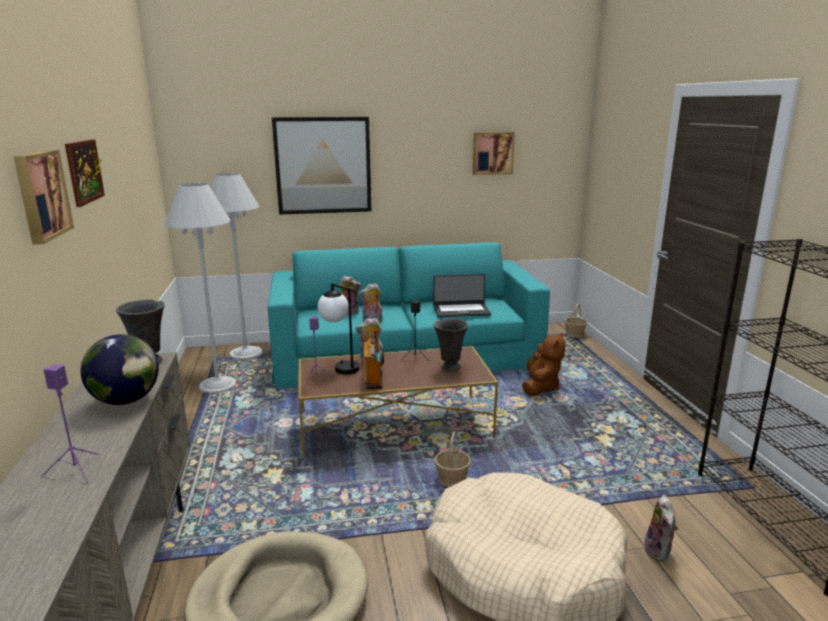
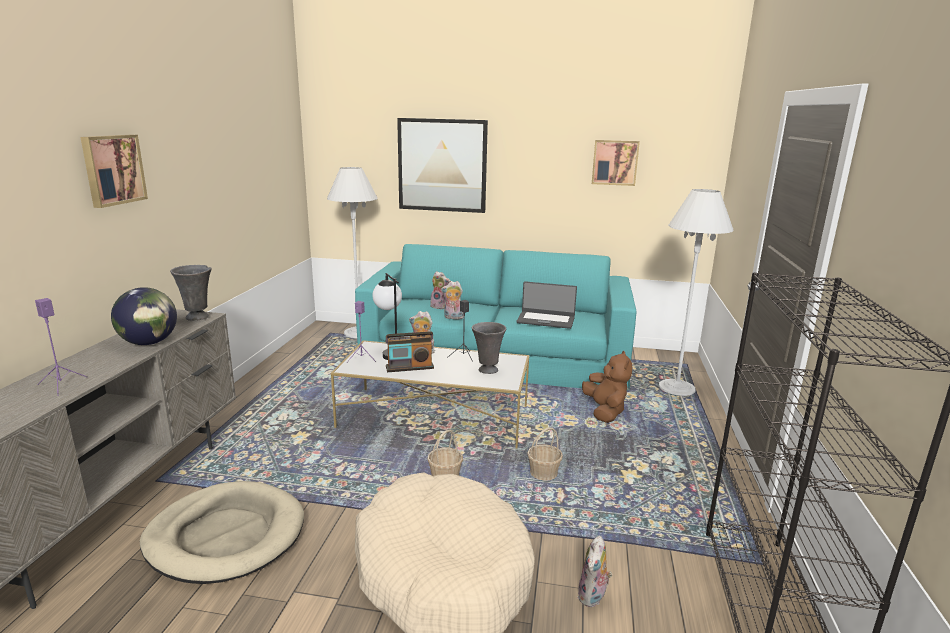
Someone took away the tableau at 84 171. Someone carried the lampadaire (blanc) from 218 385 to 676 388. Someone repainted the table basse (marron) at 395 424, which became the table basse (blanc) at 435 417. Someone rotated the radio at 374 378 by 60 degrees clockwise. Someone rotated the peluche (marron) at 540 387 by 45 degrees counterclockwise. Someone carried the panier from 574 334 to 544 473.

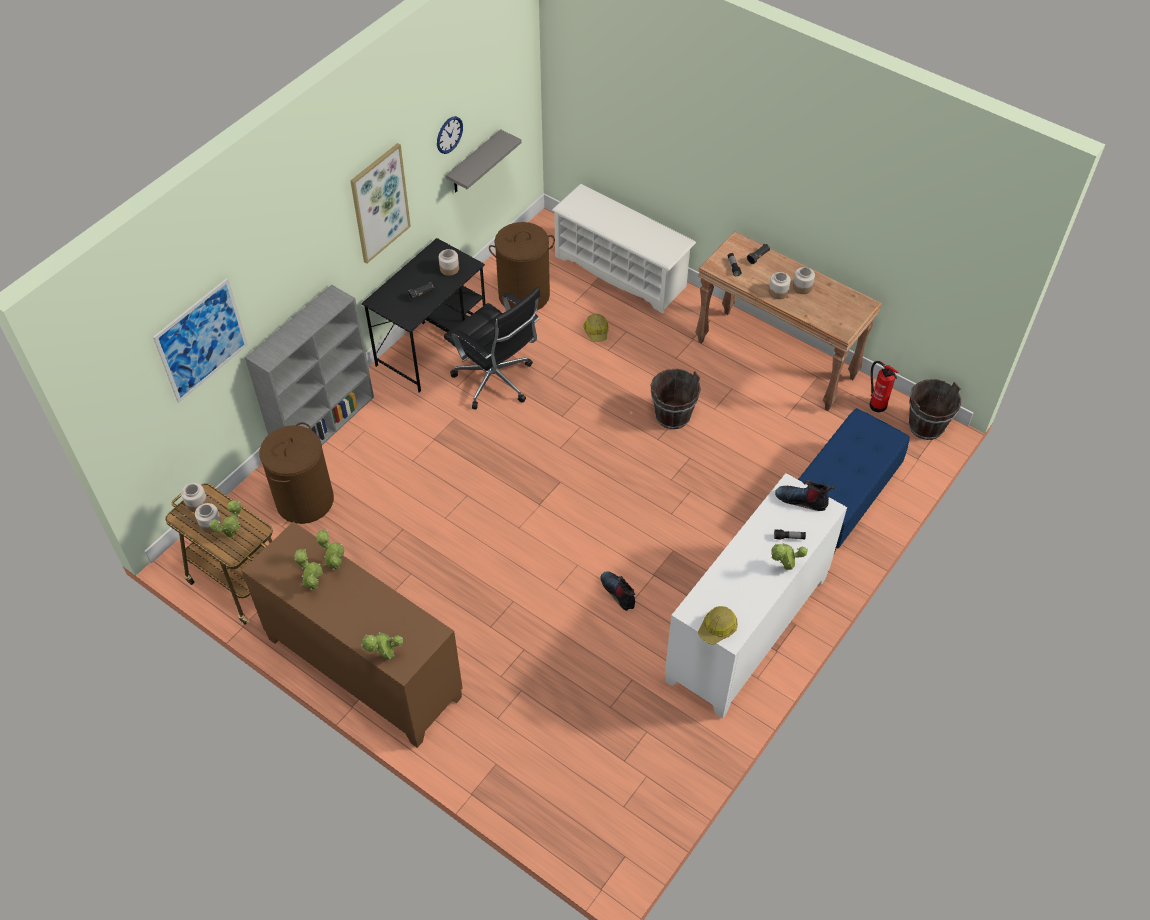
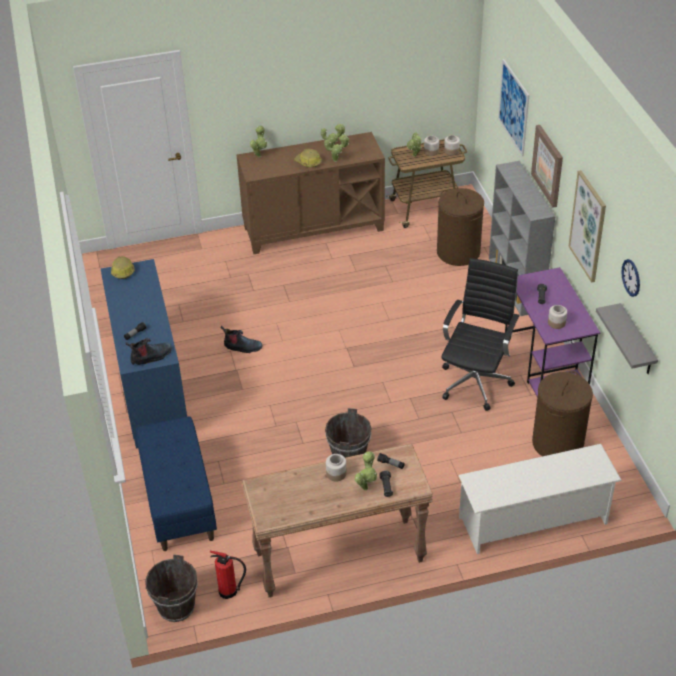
Someone repainted the bureau (noir) at 432 346, which became the bureau (violet) at 545 366. Someone rotated the chaise de bureau (noir) at 496 382 by 120 degrees clockwise. Someone carried the casque de chantier from 596 331 to 308 162. Someone repainted the meuble de rangement (blanc) at 748 630, which became the meuble de rangement (bleu) at 150 388. Someone carried the plante en pot from 784 568 to 365 486. Someone took away the bocal at 802 287. Someone put up the tableau at 548 165.

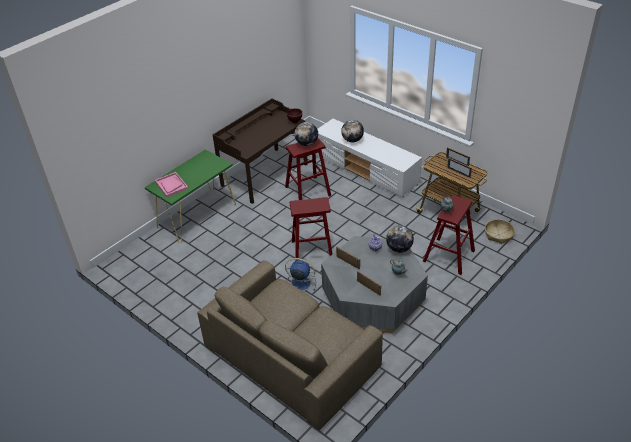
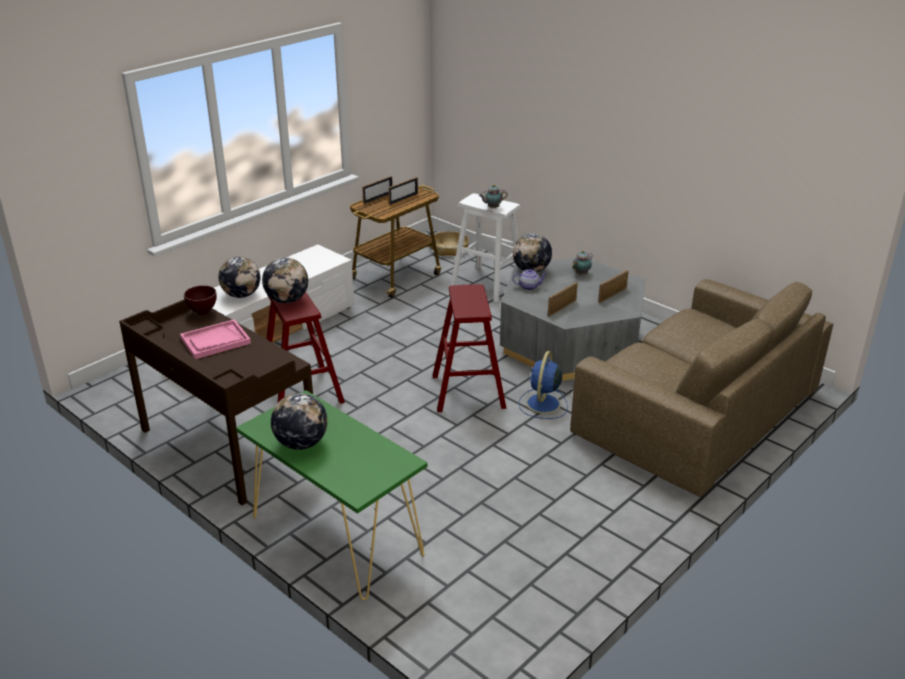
Someone carried the plateau (rose) from 171 185 to 215 341. Someone repainted the tabouret (rouge) at 449 256, which became the tabouret (blanc) at 487 283. Someone put down the globe at 301 443.

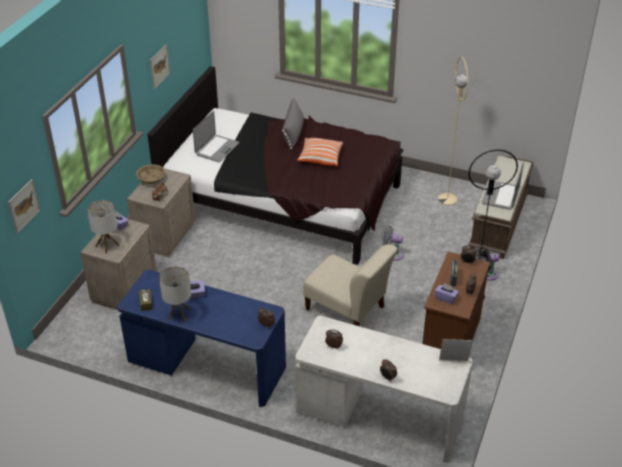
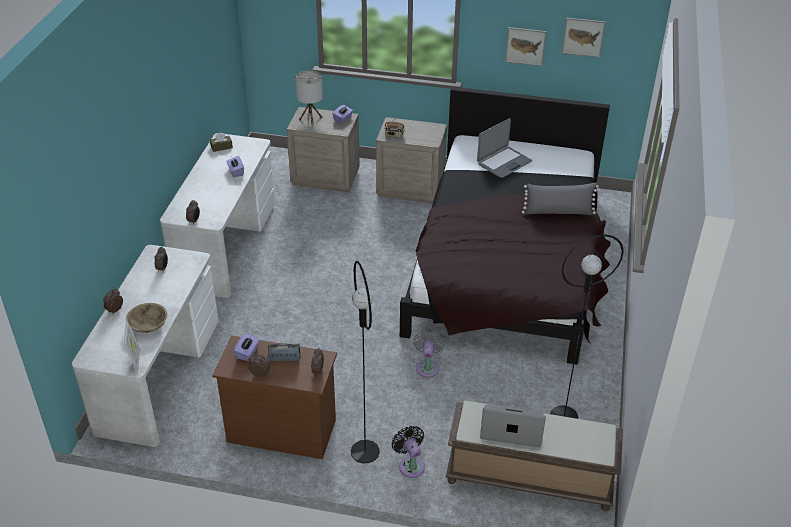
Someone carried the tableau from 23 206 to 583 37. Someone repainted the bureau (bleu) at 206 365, which became the bureau (blanc) at 225 244. Someone carried the bol (beige) from 152 180 to 148 326. Someone took away the lampe de table at 179 314. Someone rotated the ordinateur portable at 217 149 by 60 degrees counterclockwise. Someone took away the coussin at 320 158. Someone took away the chaise (beige) at 347 310. Someone repainted the lampadaire (beige) at 447 199, which became the lampadaire (noir) at 564 416.

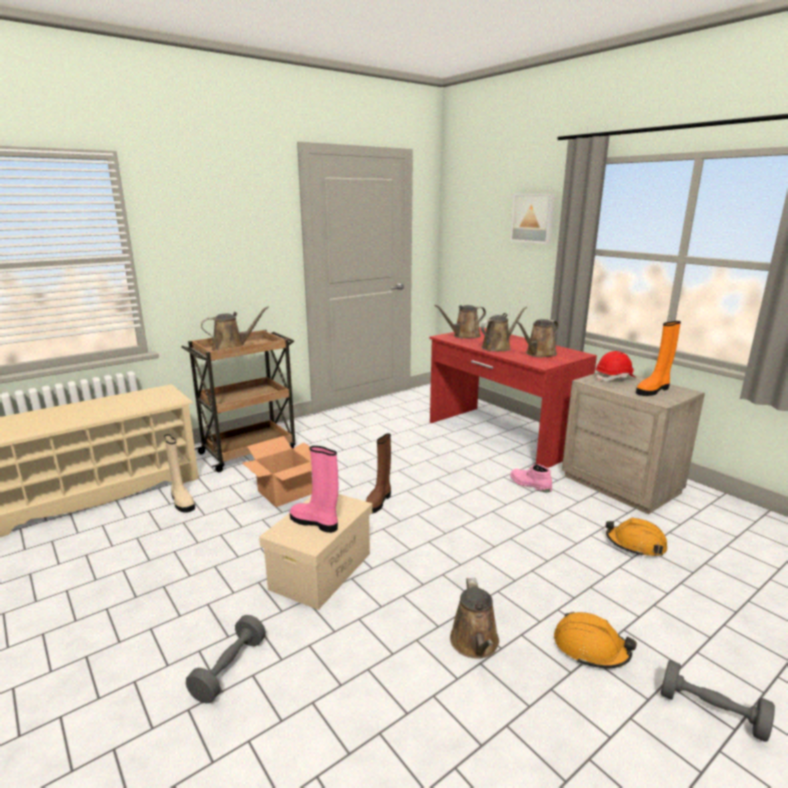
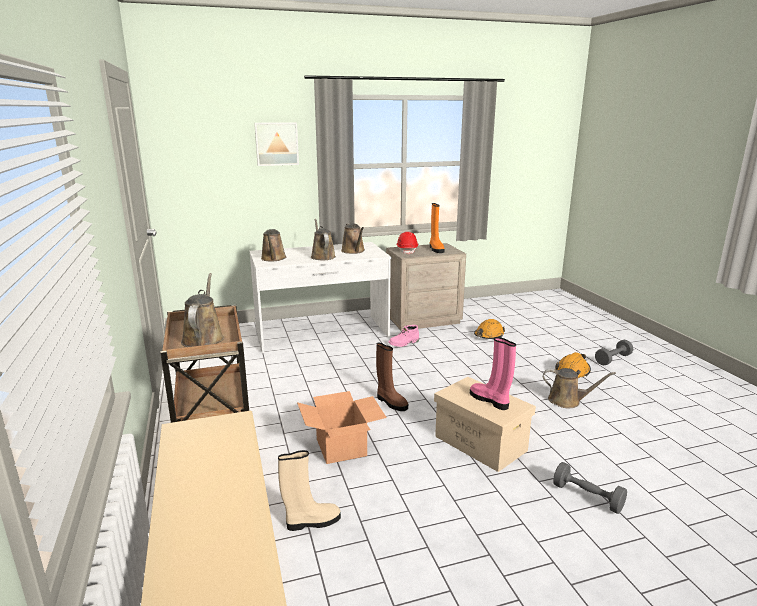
Someone rotated the botte (rose) at 315 523 by 90 degrees clockwise. Someone repainted the bureau (rouge) at 501 436, which became the bureau (blanc) at 322 333.

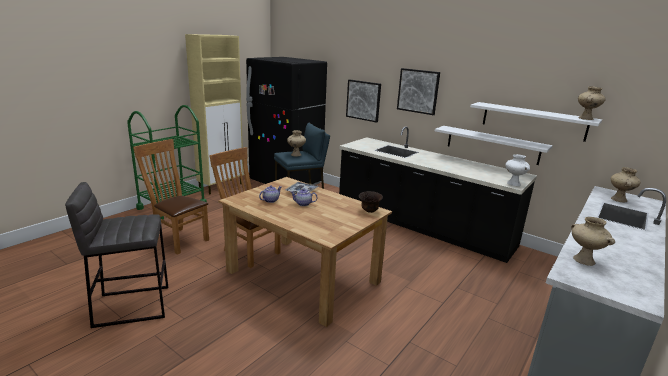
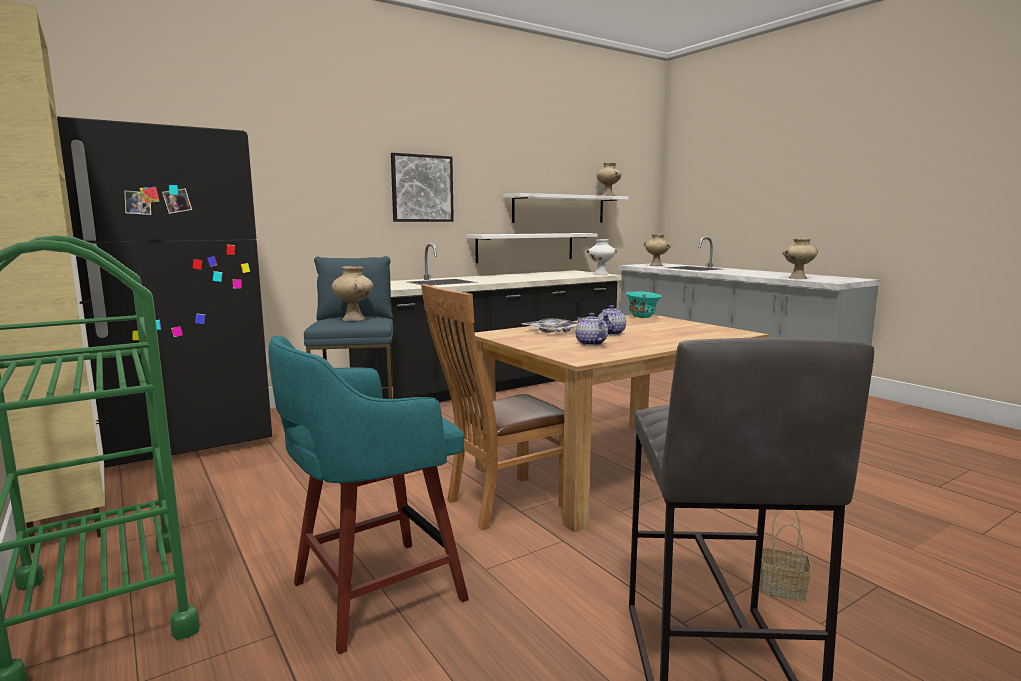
Someone swapped the chaise (marron) at 178 239 for the tabouret (turquoise) at 373 593. Someone took away the tableau at 363 100. Someone repainted the bol (marron) at 369 211, which became the bol (turquoise) at 642 317. Someone put down the panier at 780 589.

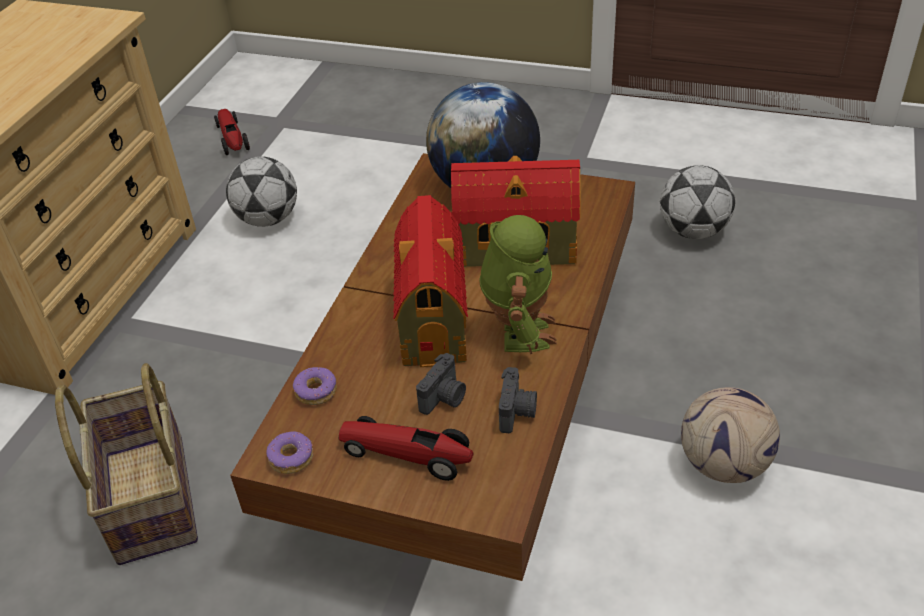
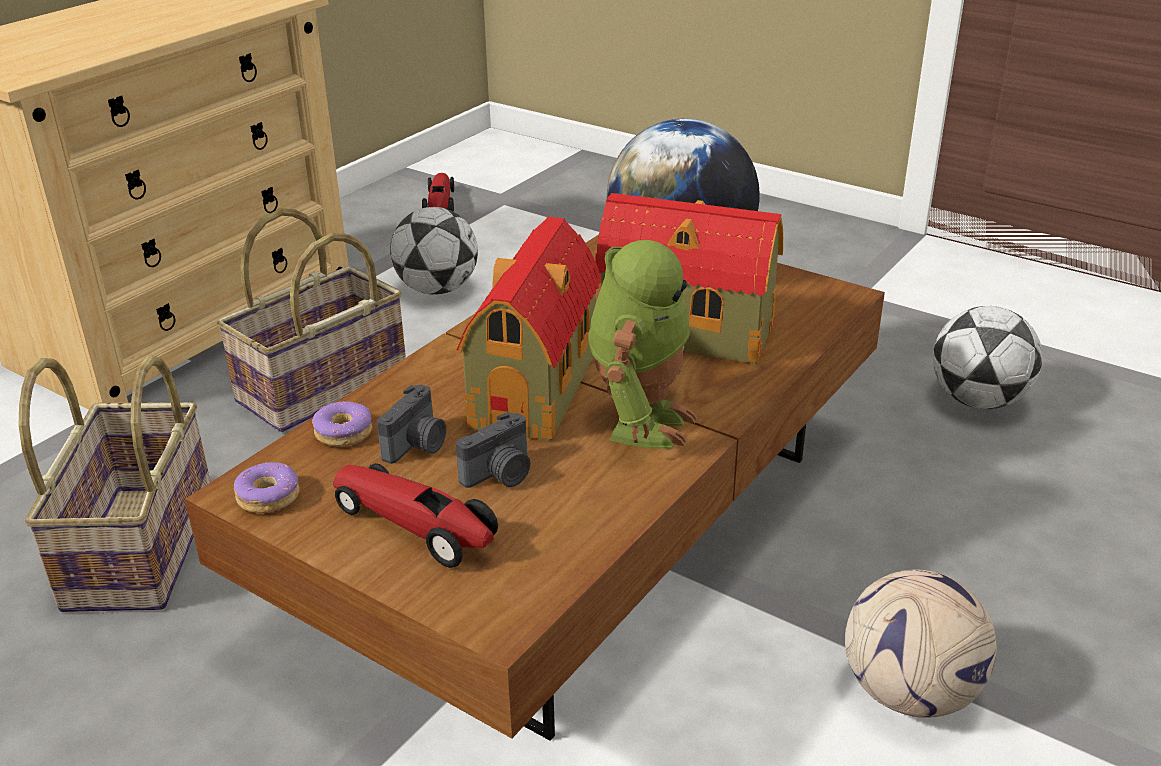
Someone carried the appareil photo from 517 412 to 417 445. Someone put down the panier at 323 388.

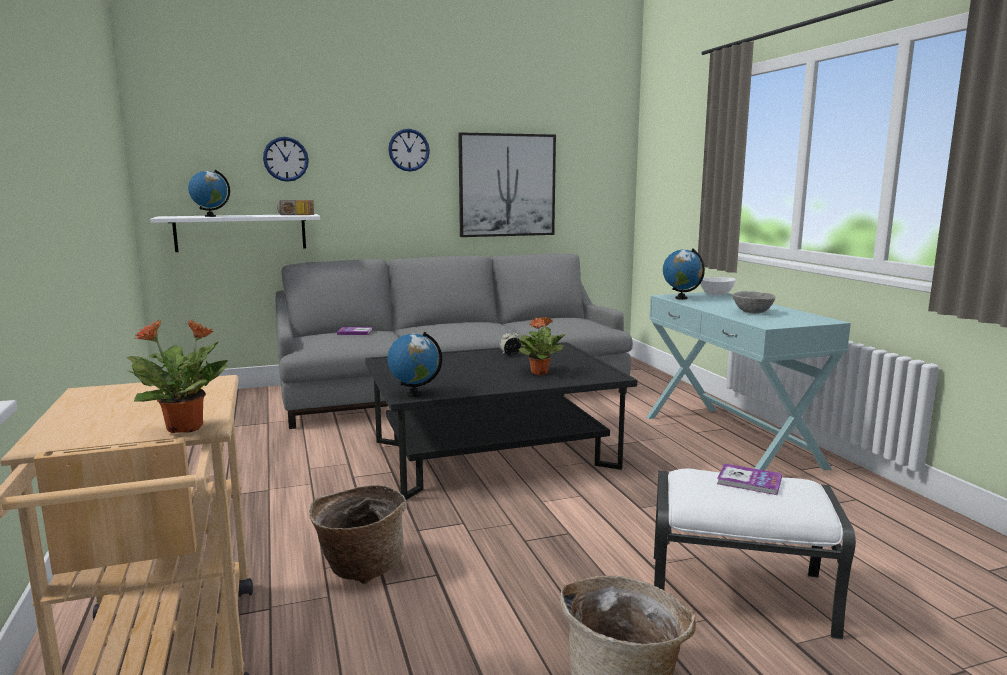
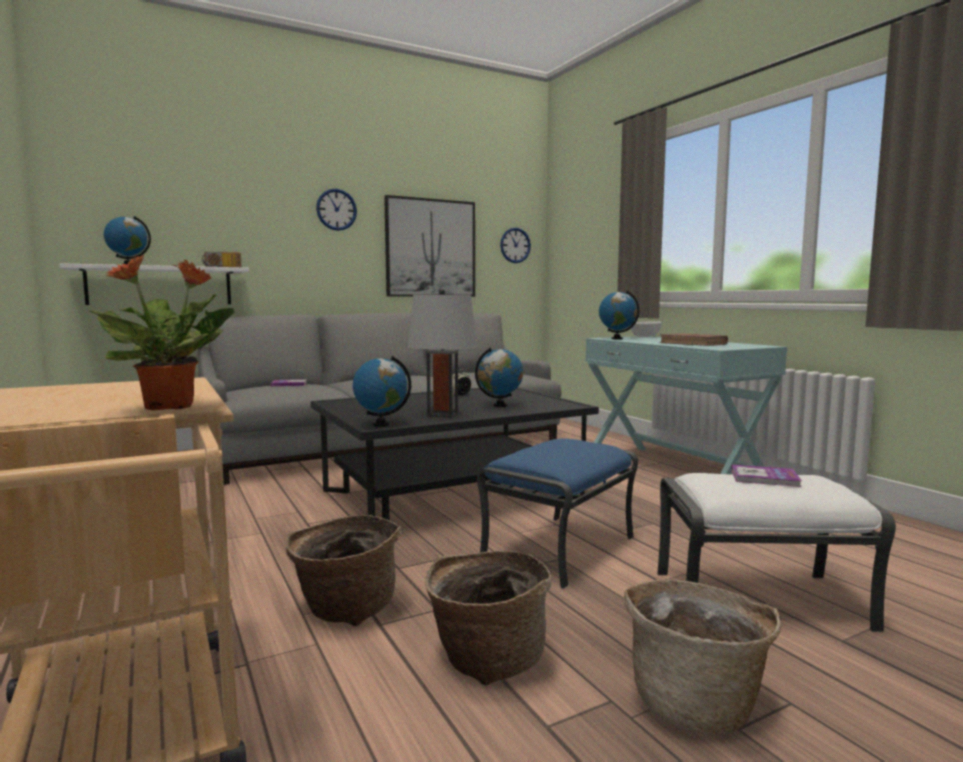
Someone carried the horloge murale from 286 159 to 515 245. Someone swapped the plante en pot at 540 373 for the globe at 500 405. Someone swapped the bol (gris) at 752 312 for the livre (marron) at 693 343. Someone put down the lampe de table (gris) at 443 414. Someone put down the panier at 486 659. Someone put down the pouf (bleu) at 559 547.

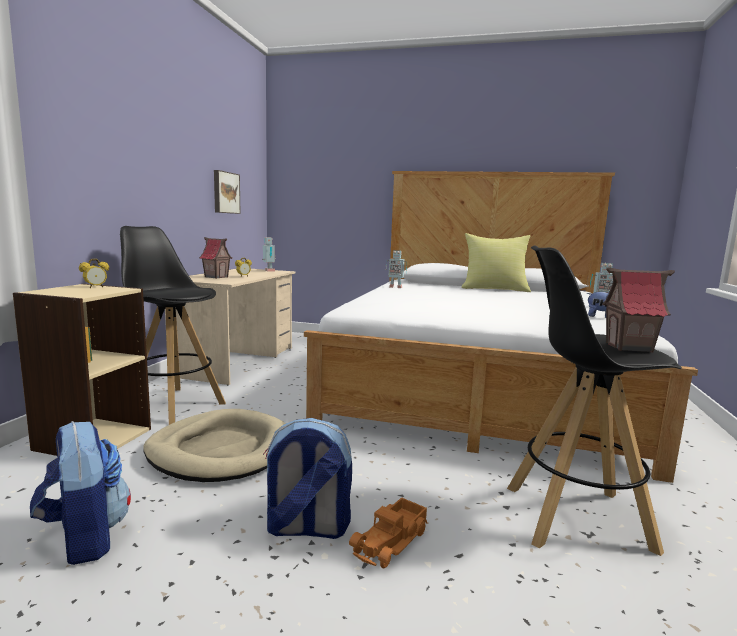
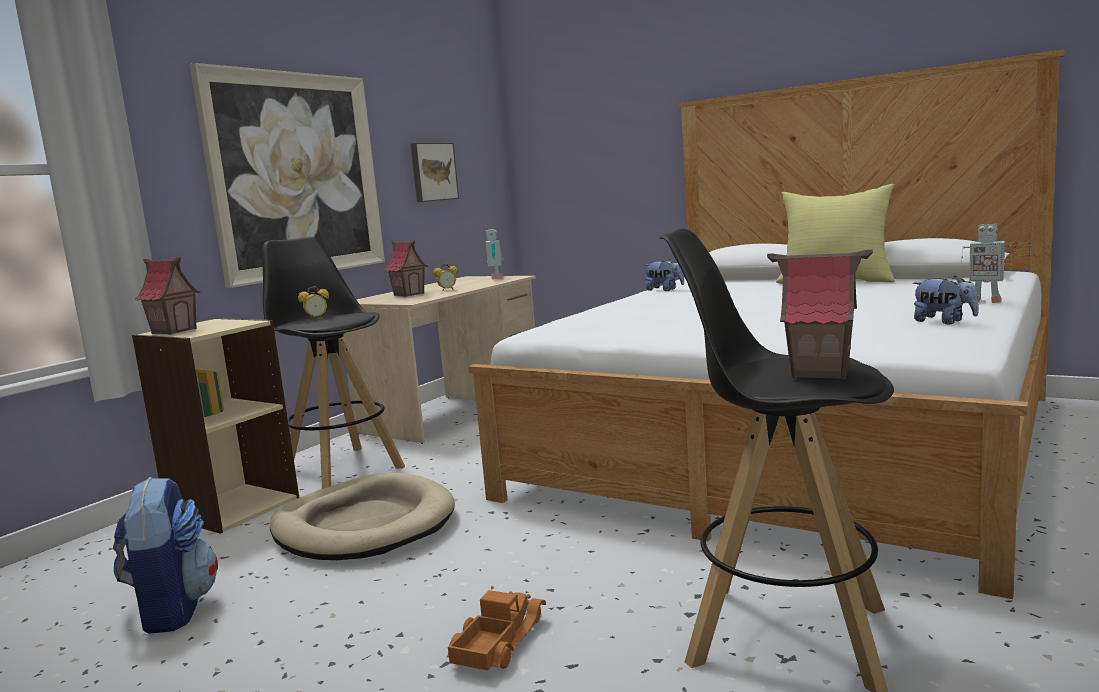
Someone carried the réveil from 95 287 to 316 318. Someone took away the sac à dos at 306 528. Someone rotated the camion jouet at 392 541 by 150 degrees clockwise. Someone swapped the robot jouet at 395 287 for the peluche at 664 290. Someone put down the maison miniature at 174 331. Someone put up the tableau at 296 175.

